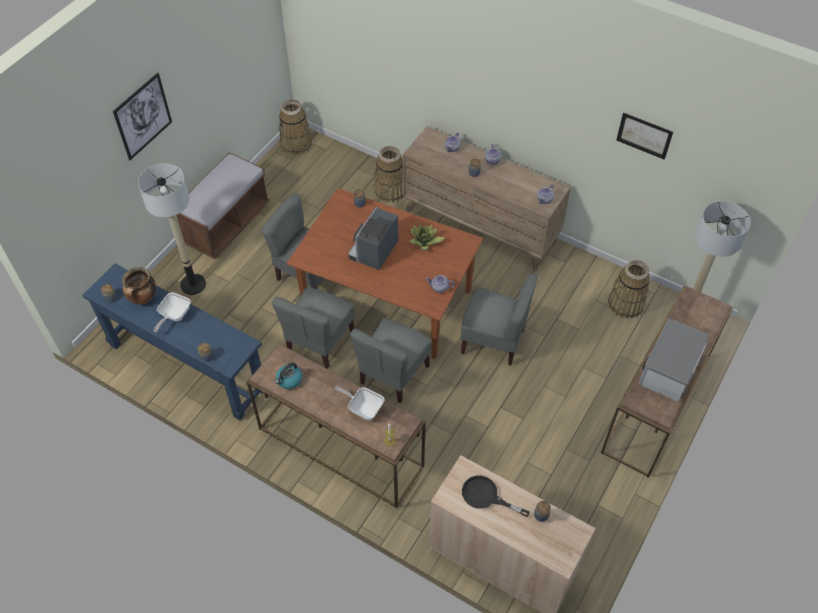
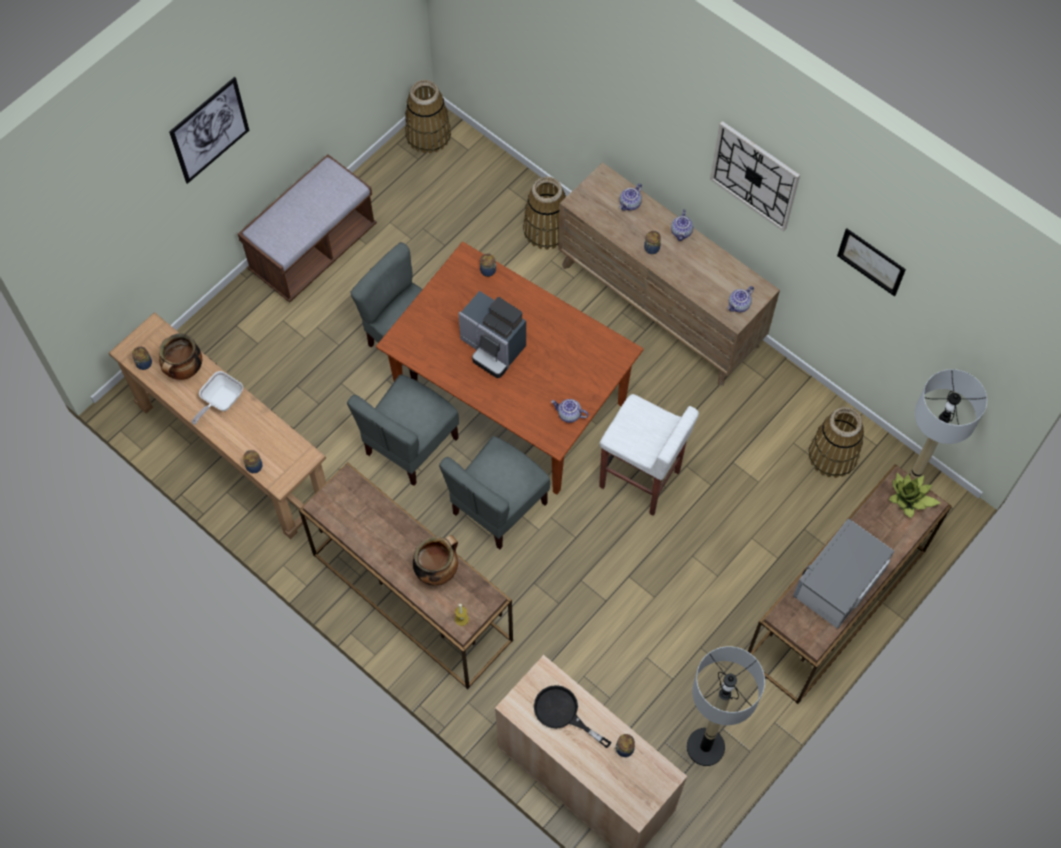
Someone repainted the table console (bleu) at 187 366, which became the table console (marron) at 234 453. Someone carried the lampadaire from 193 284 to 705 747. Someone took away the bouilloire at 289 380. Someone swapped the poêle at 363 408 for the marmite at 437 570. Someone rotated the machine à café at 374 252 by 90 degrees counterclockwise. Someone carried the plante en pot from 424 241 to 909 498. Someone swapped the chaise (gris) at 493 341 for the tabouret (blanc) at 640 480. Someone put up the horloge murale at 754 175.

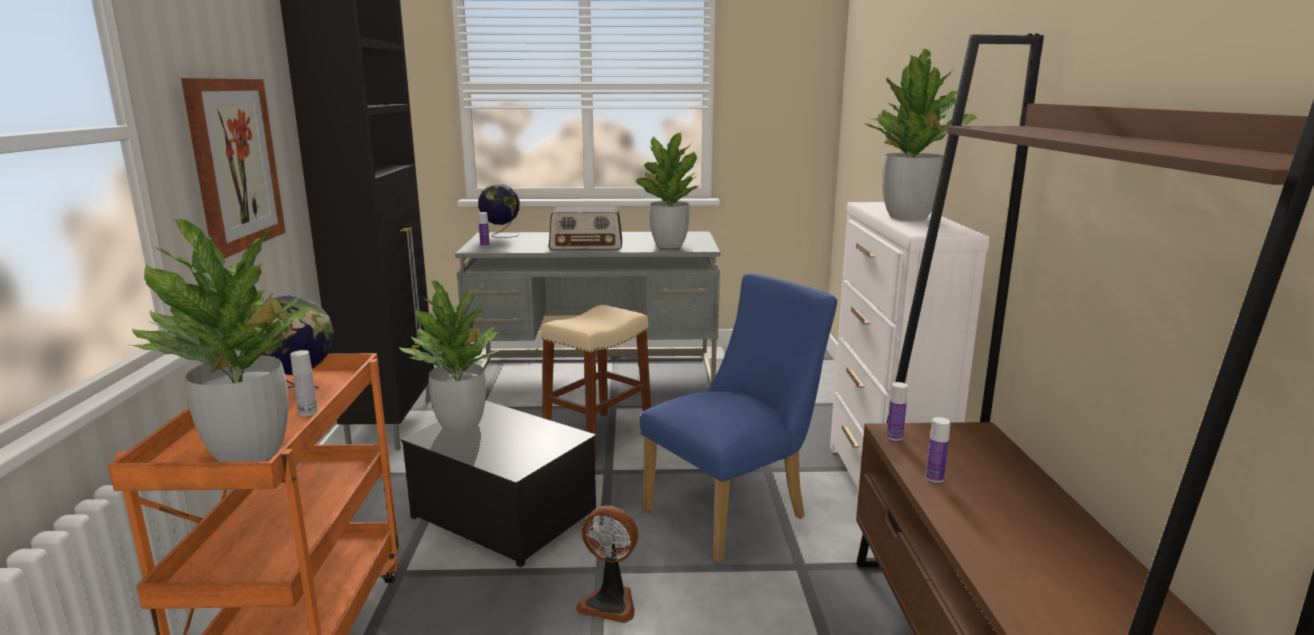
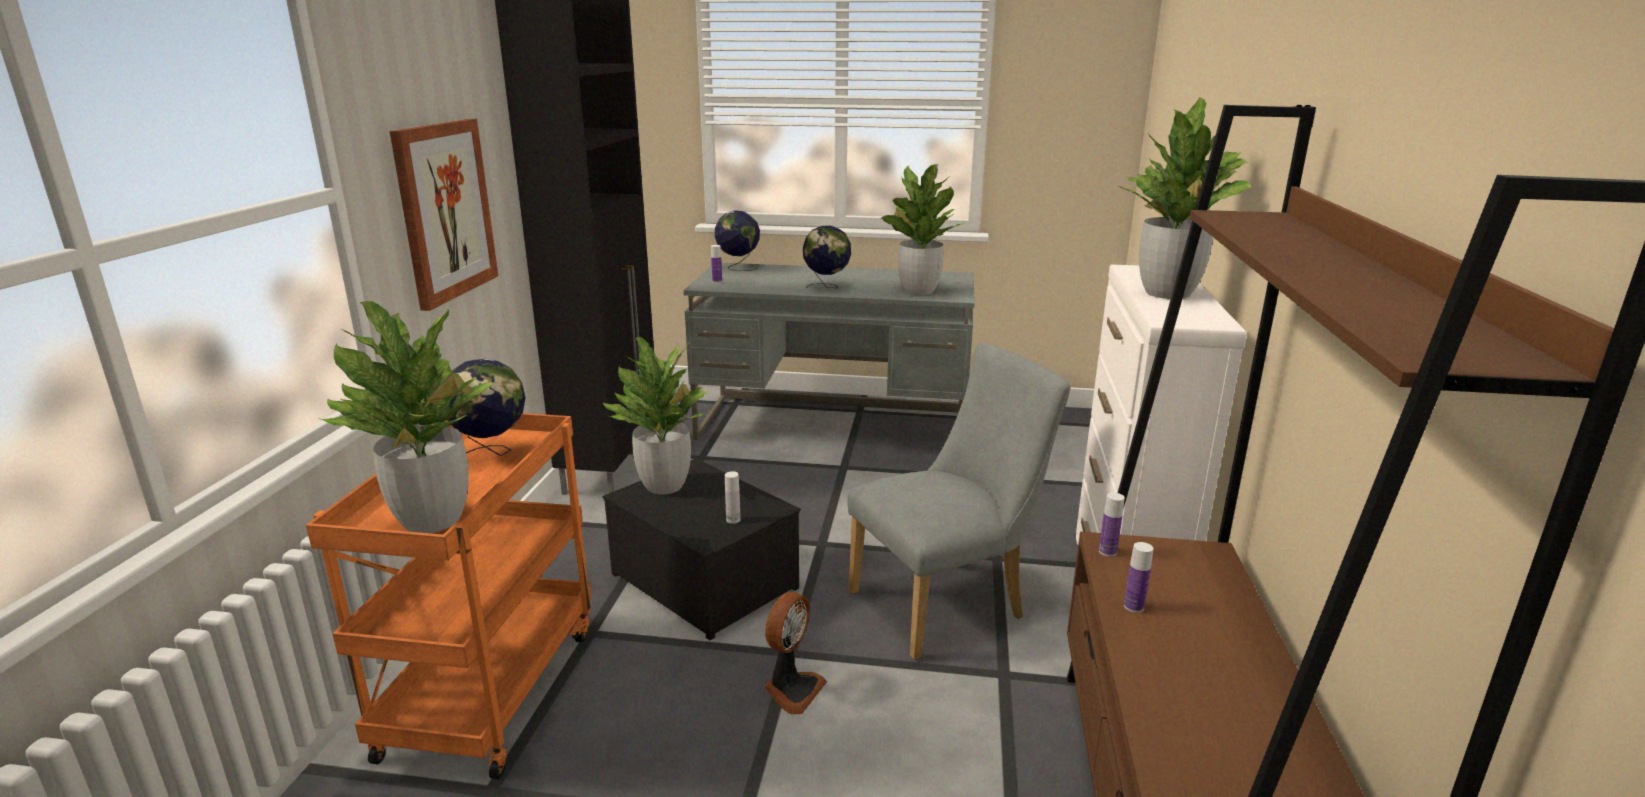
Someone carried the bouteille (blanc) from 308 412 to 733 520. Someone took away the tabouret (beige) at 598 436. Someone swapped the radio at 587 246 for the globe at 826 287. Someone rotated the ventilateur at 610 602 by 90 degrees counterclockwise. Someone repainted the chaise (bleu) at 734 511, which became the chaise (gris) at 947 603.

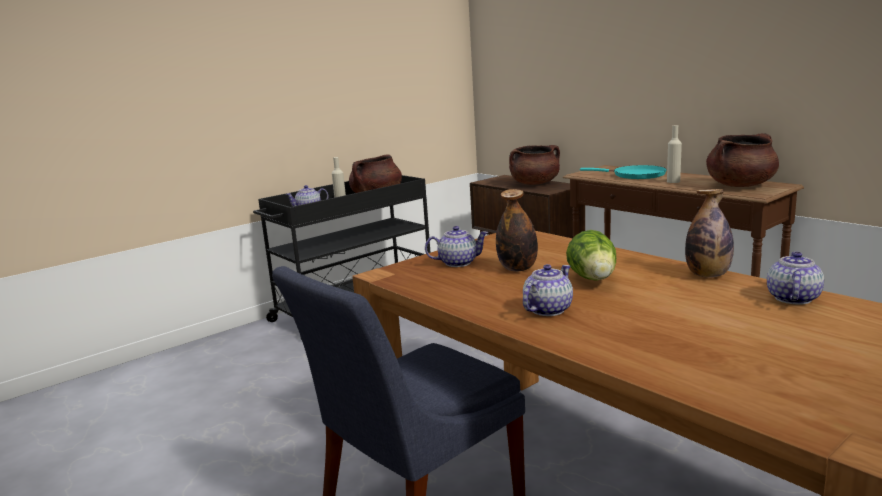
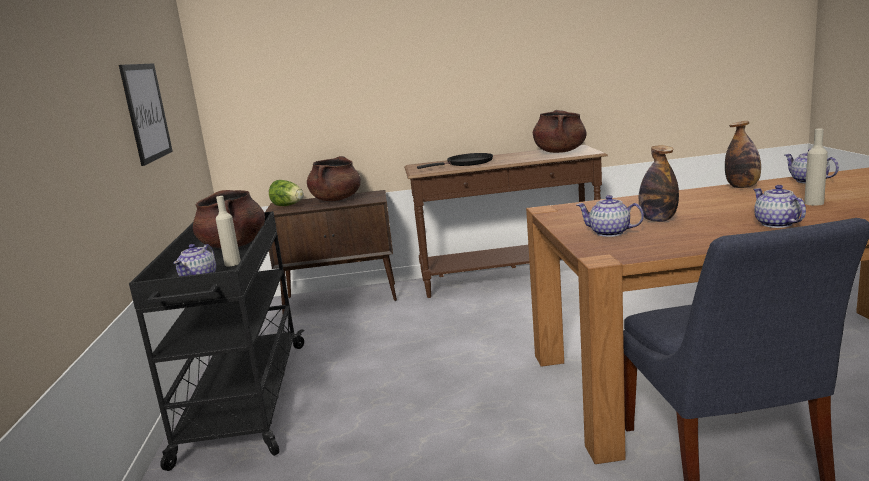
Someone rotated the théière at 457 263 by 90 degrees counterclockwise. Someone carried the laitue from 594 280 to 288 205. Someone repainted the poêle (turquoise) at 635 175, which became the poêle (noir) at 467 163. Someone carried the bouteille (beige) from 673 181 to 814 203. Someone put up the tableau at 146 112.

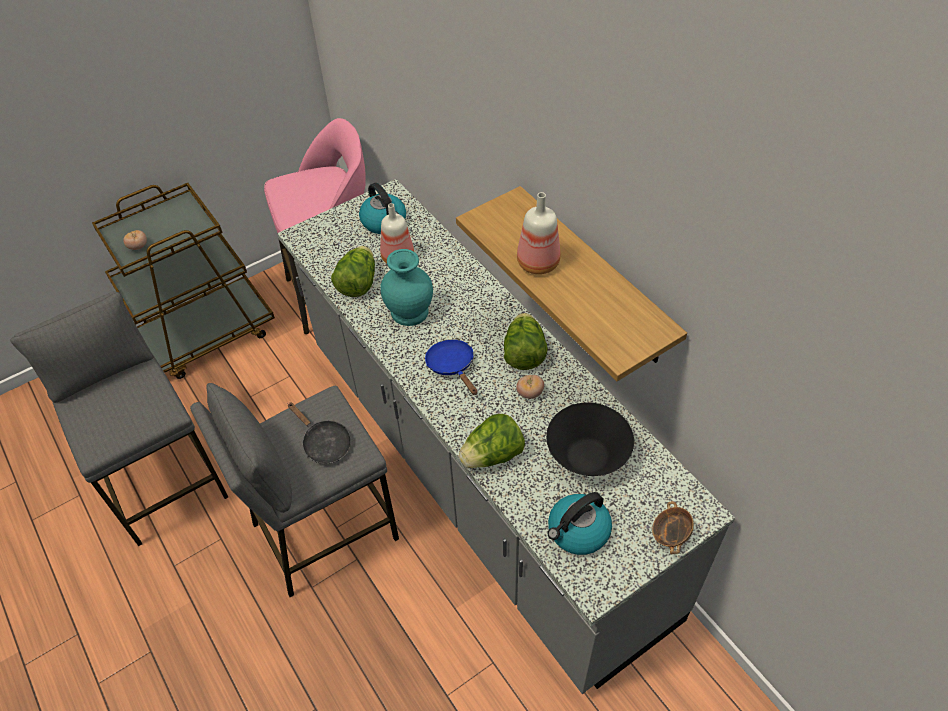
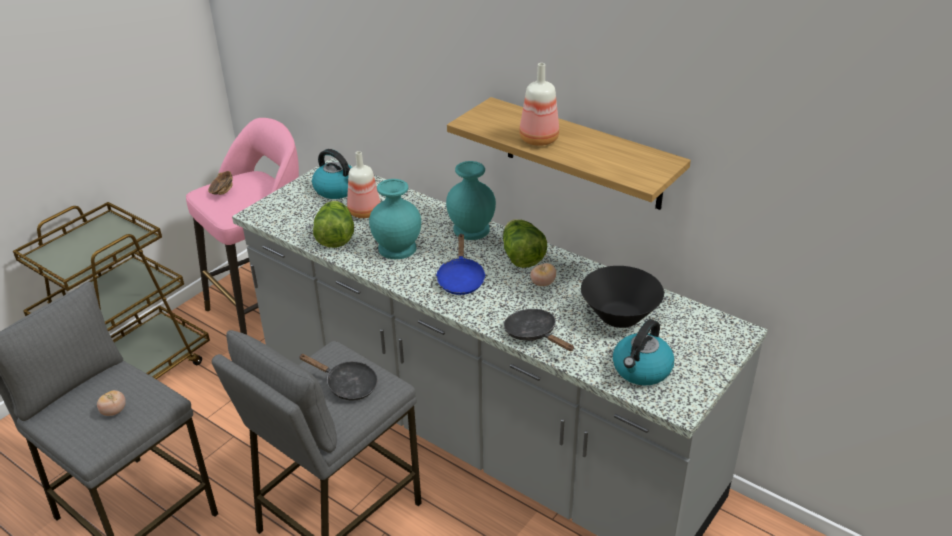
Someone carried the tomate from 138 246 to 114 411. Someone rotated the poêle (bleu) at 452 366 by 135 degrees counterclockwise. Someone swapped the laitue at 492 455 for the poêle (noir) at 534 334. Someone carried the bol from 670 535 to 222 192. Someone put down the vase (turquoise) at 471 230.

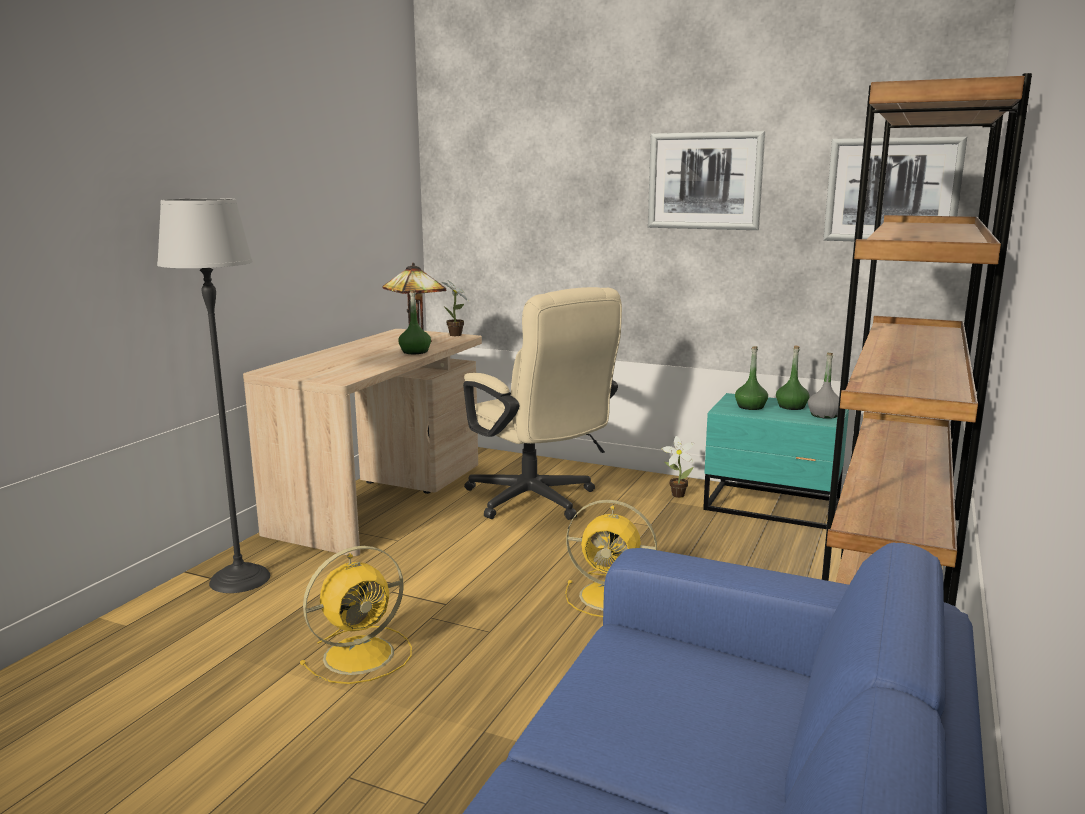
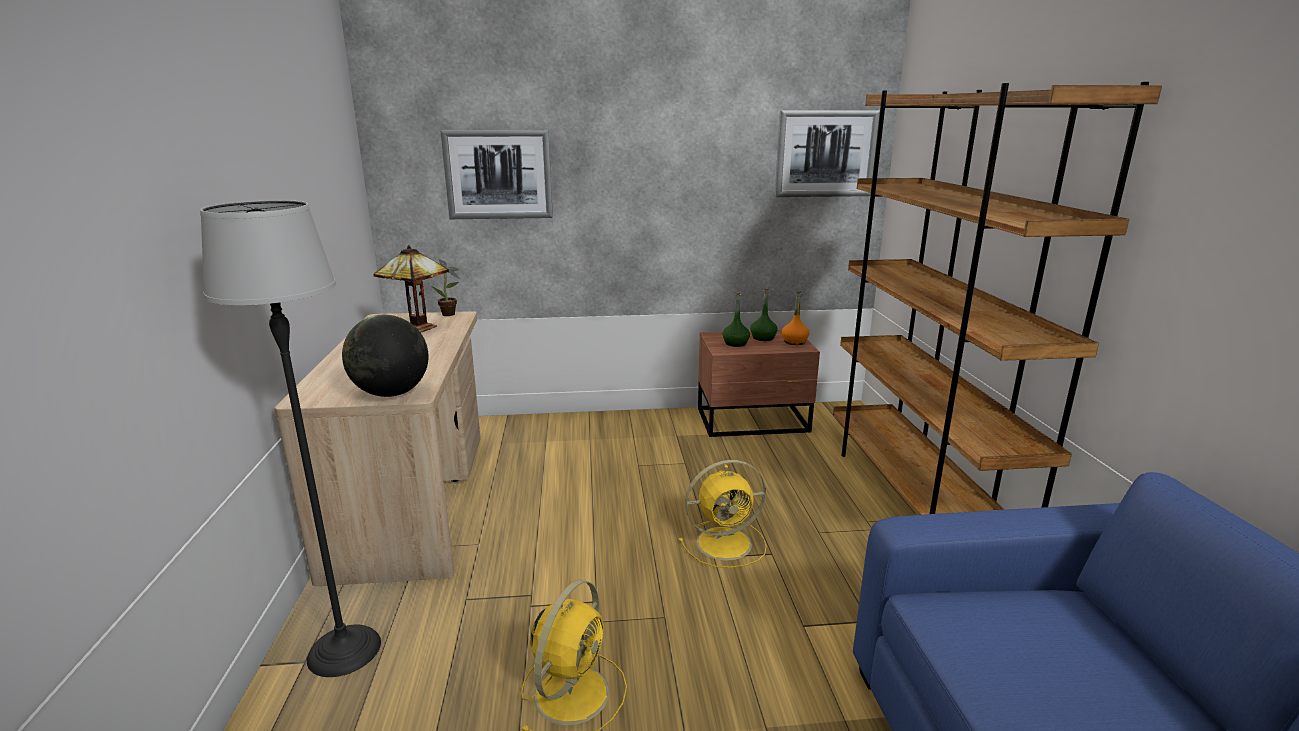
Someone took away the bouteille (vert) at 415 352. Someone took away the chaise de bureau (beige) at 538 502. Someone carried the tableau from 704 181 to 498 175. Someone took away the plante en pot at 676 495. Someone repainted the table de chevet (turquoise) at 773 507, which became the table de chevet (marron) at 754 421. Someone repainted the bouteille (gris) at 824 415, which became the bouteille (orange) at 794 342. Someone put down the globe at 392 393.

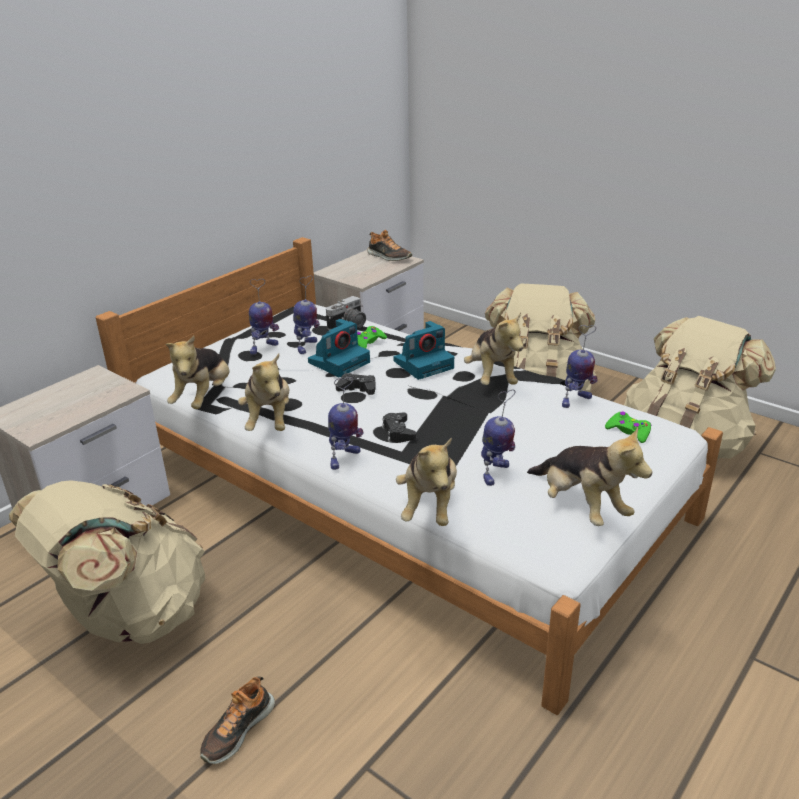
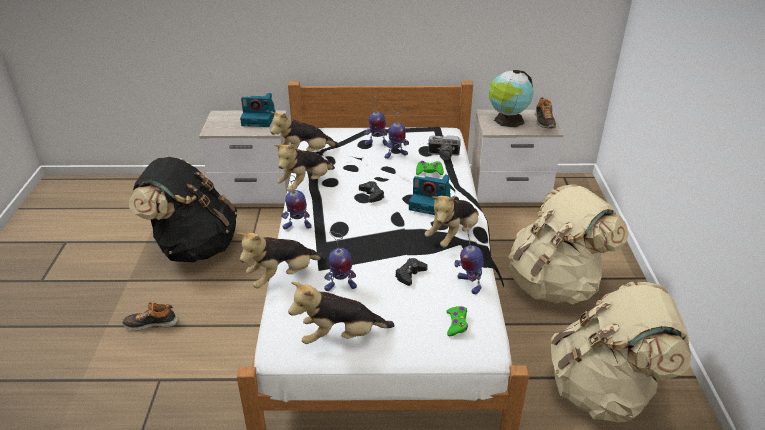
Someone repainted the sac à dos (beige) at 130 616, which became the sac à dos (noir) at 194 247. Someone carried the appareil photo from 339 362 to 259 119. Someone carried the manette (noir) from 398 432 to 410 275. Someone rotated the peluche at 581 506 by 60 degrees clockwise. Someone rotated the robot jouet at 575 401 by 45 degrees clockwise. Someone put down the globe at 507 120.

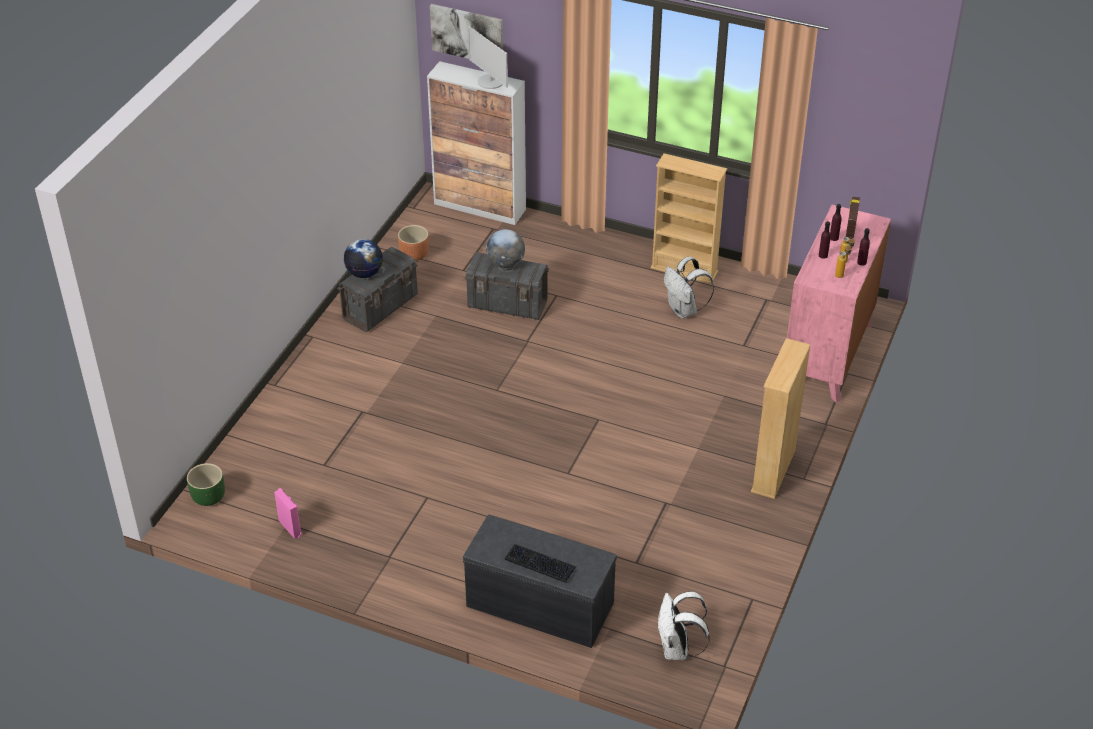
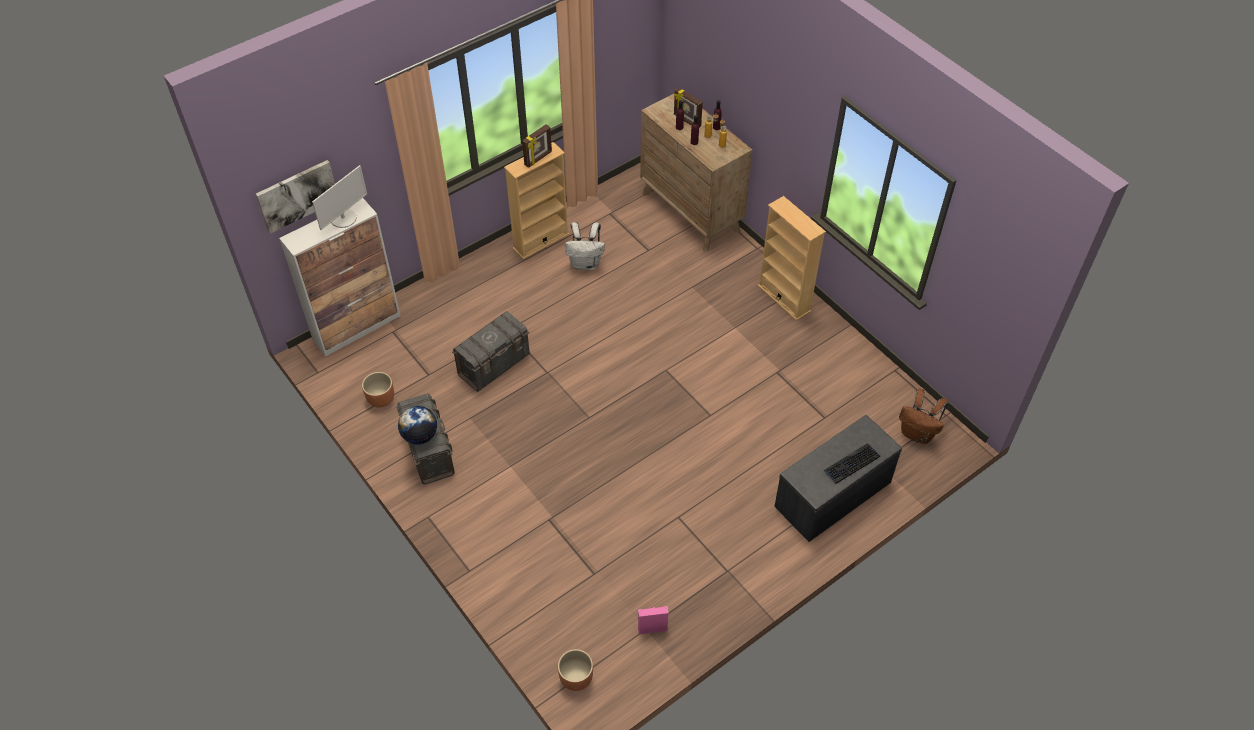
Someone repainted the cache-pot (vert) at 209 497, which became the cache-pot (marron) at 576 678. Someone rotated the écran d'ordinateur at 490 82 by 45 degrees counterclockwise. Someone took away the globe at 506 263. Someone repainted the sac à dos (blanc) at 677 649, which became the sac à dos (marron) at 917 434. Someone repainted the commode (rose) at 827 355, which became the commode (marron) at 691 212. Someone put down the cadre photo at 538 159.

